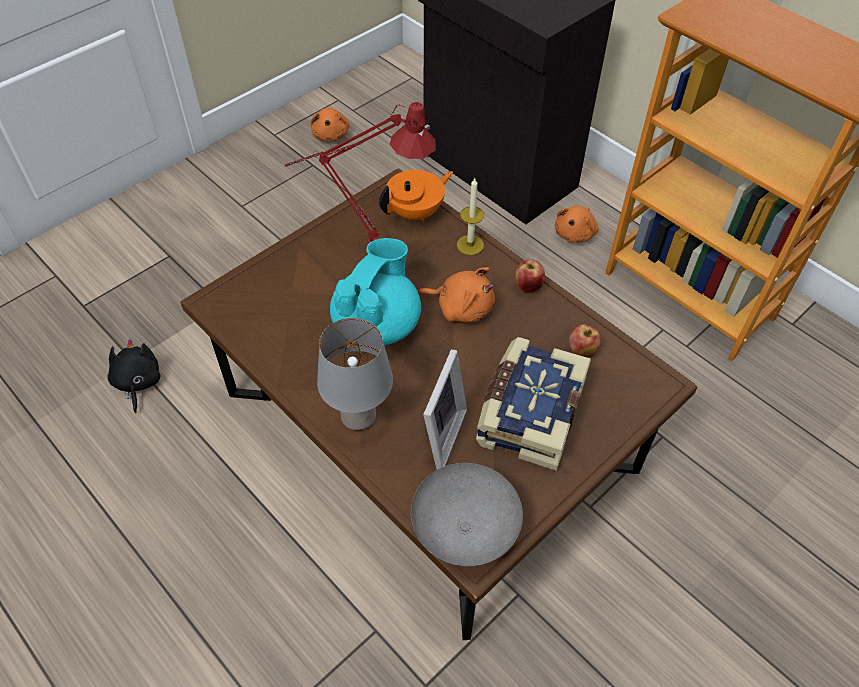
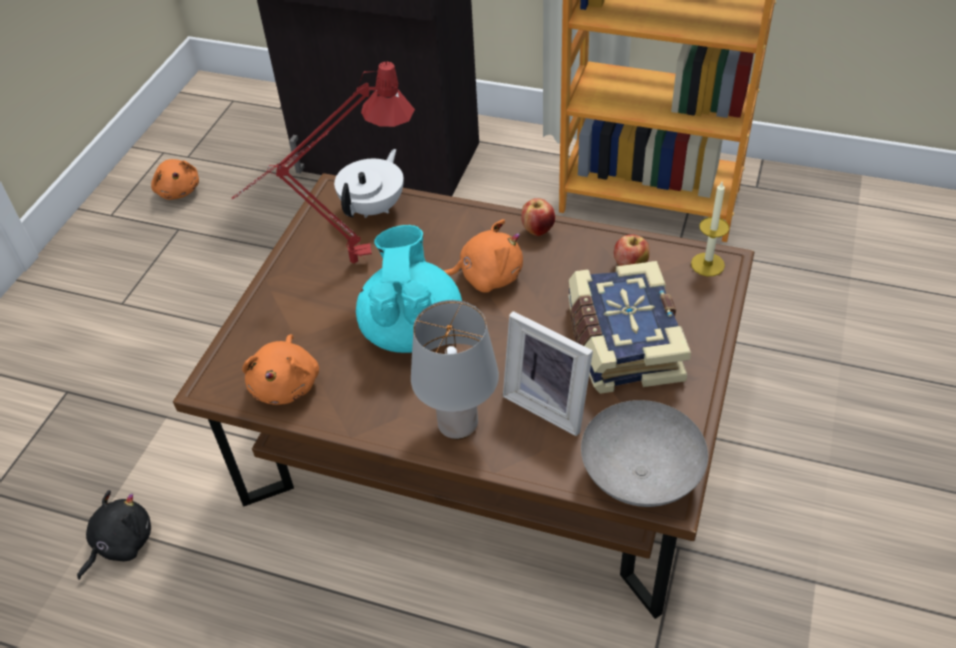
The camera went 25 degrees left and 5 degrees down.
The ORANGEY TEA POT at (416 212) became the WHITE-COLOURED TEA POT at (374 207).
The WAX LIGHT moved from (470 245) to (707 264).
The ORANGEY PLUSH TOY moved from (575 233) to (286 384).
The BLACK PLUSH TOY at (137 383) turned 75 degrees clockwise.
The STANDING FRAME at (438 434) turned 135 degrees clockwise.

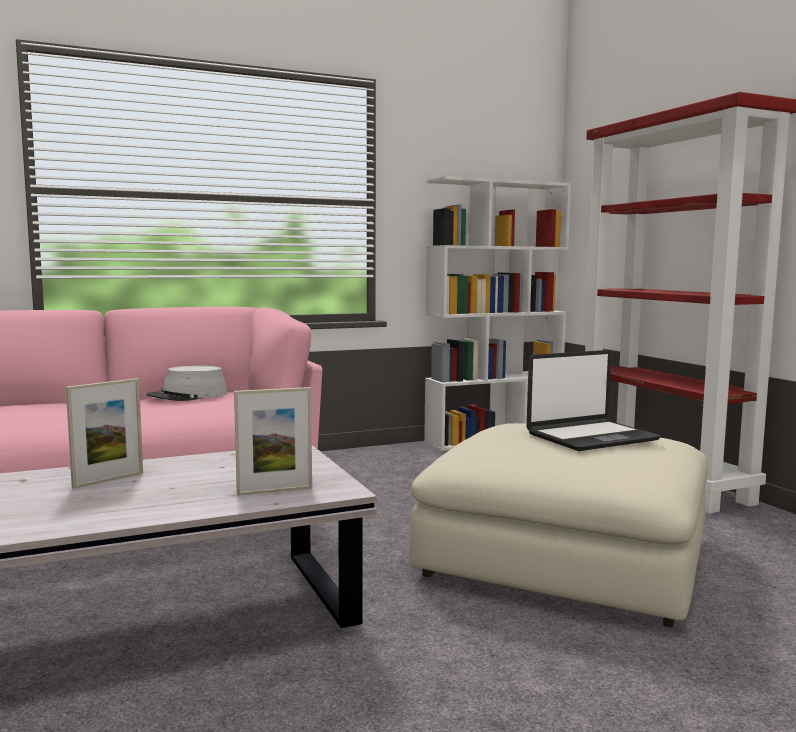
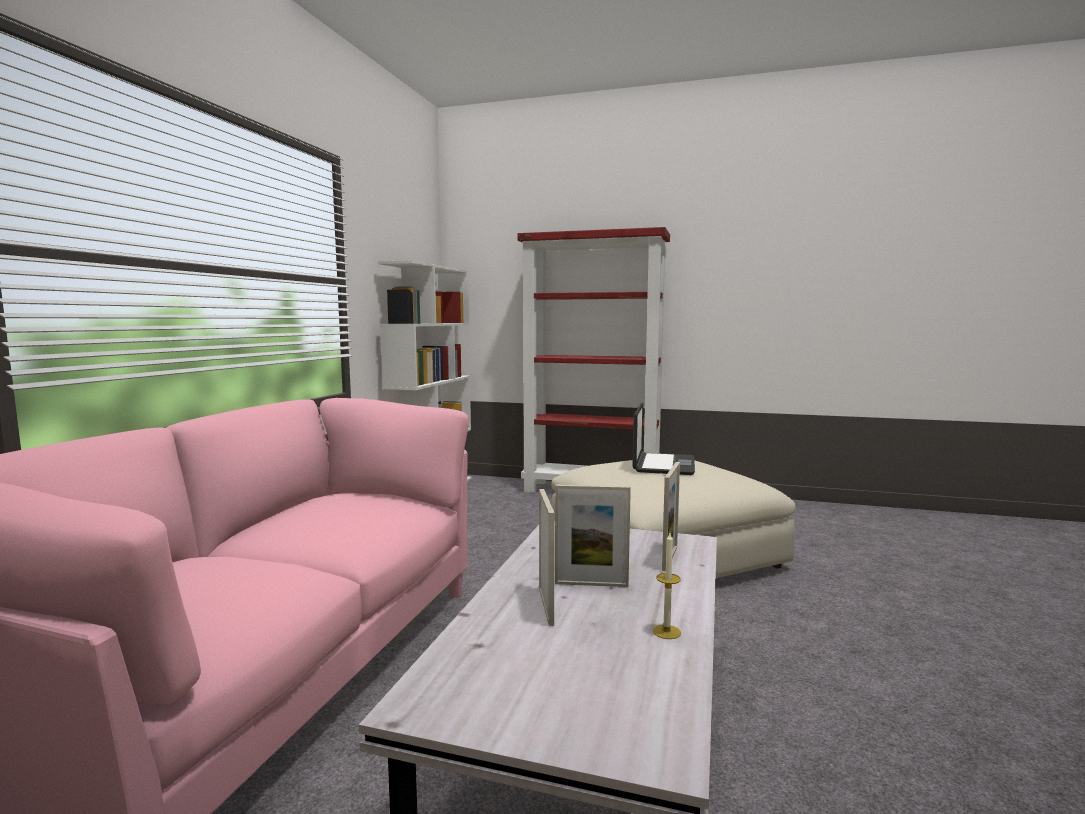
The camera went 50 degrees left and 0 degrees up.
The GRAY CLOTHING HAT at (188 395) disappeared.
The STANDING FRAME at (591 584) appeared.
The WAX LIGHT at (666 632) appeared.

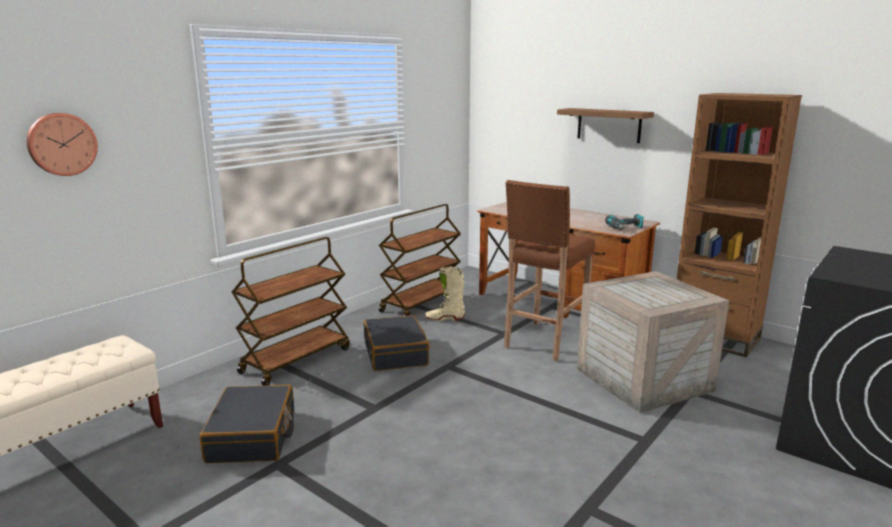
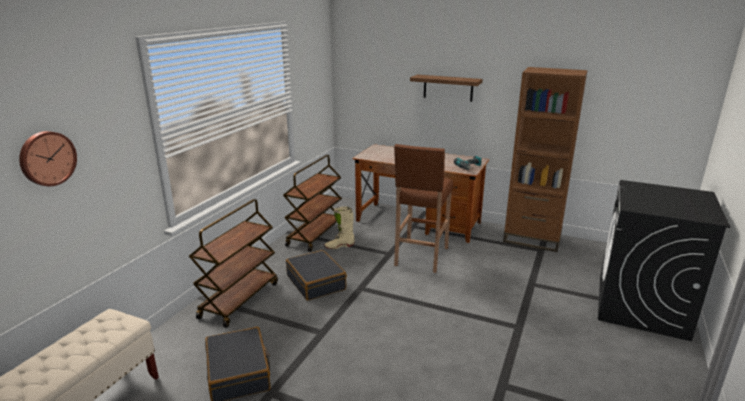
The camera went 15 degrees left and 5 degrees up.
The PACKING CRATE at (643 378) disappeared.

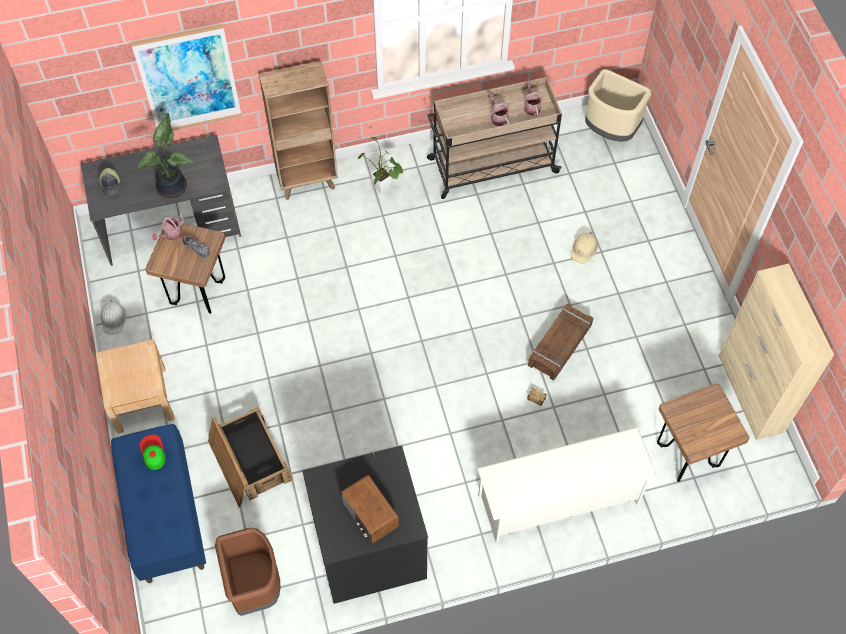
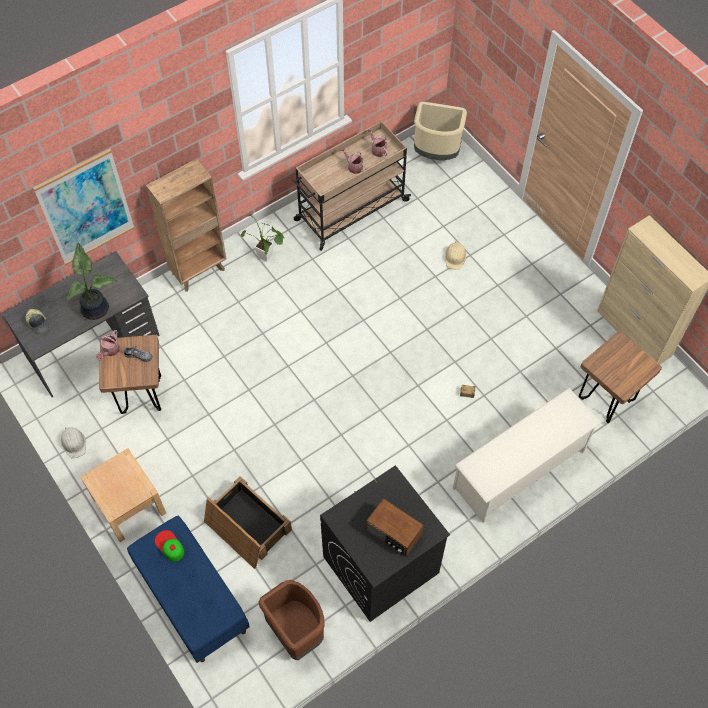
The camera went 20 degrees left and 0 degrees up.
The PACKING CRATE at (559 345) disappeared.

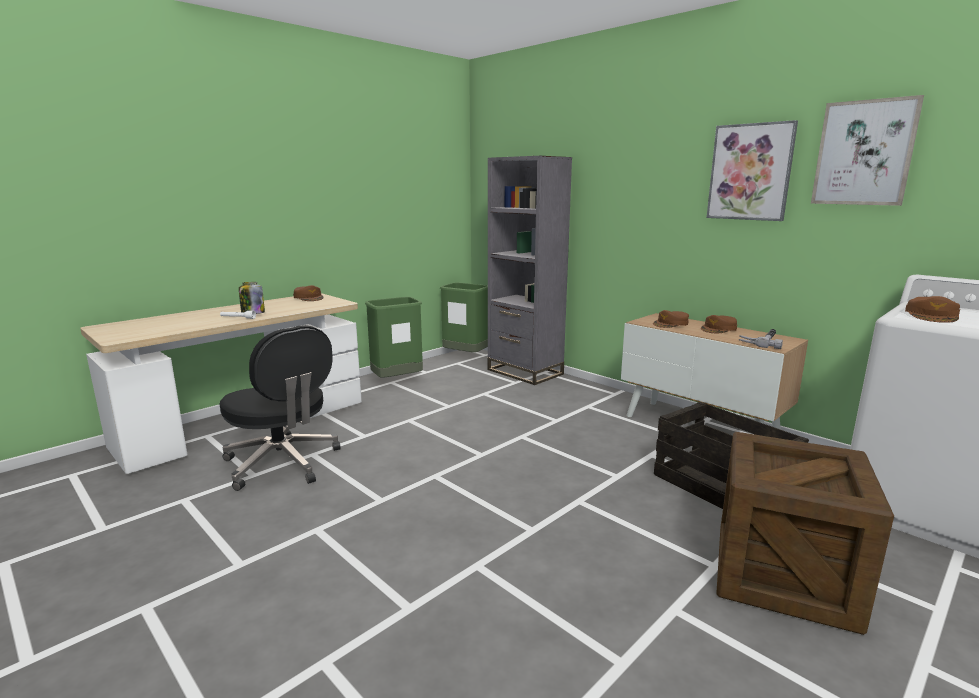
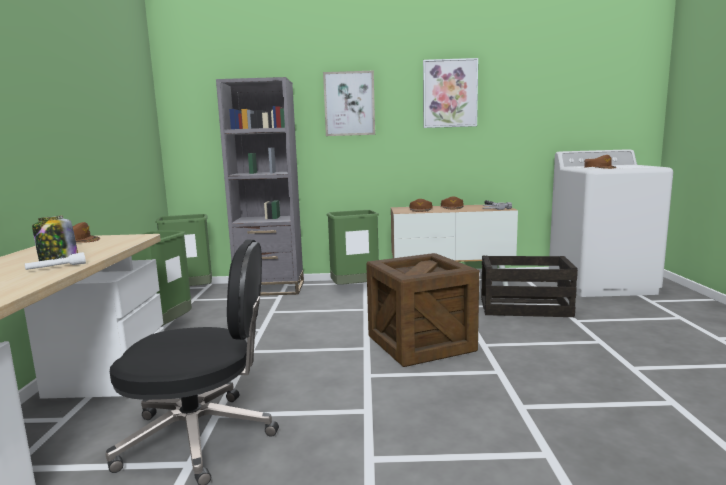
The camera went 45 degrees left and 5 degrees down.
The WALL PICTURE moved from (864 153) to (349 104).
The PACKING CRATE moved from (783 575) to (420 344).
The GREEN RUBBISH BIN at (354 290) appeared.

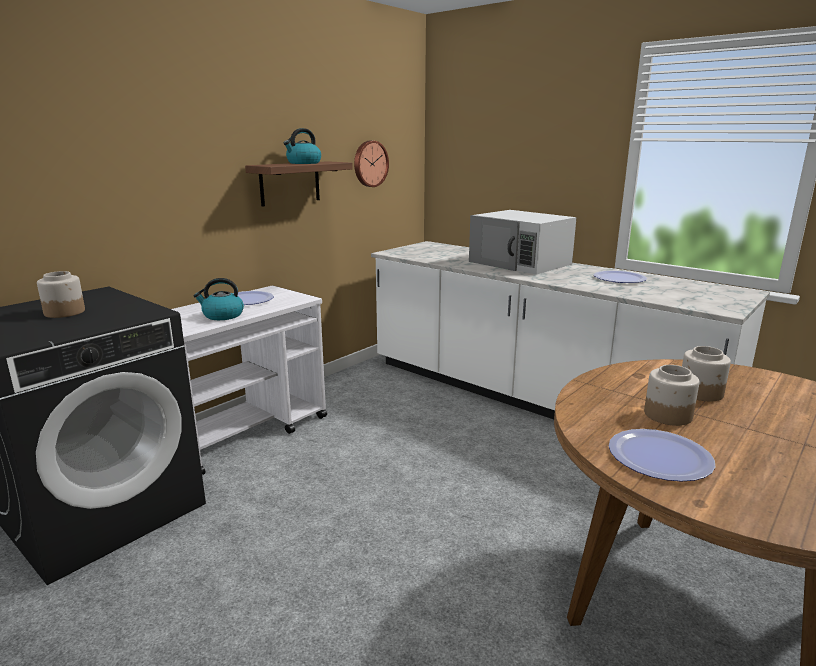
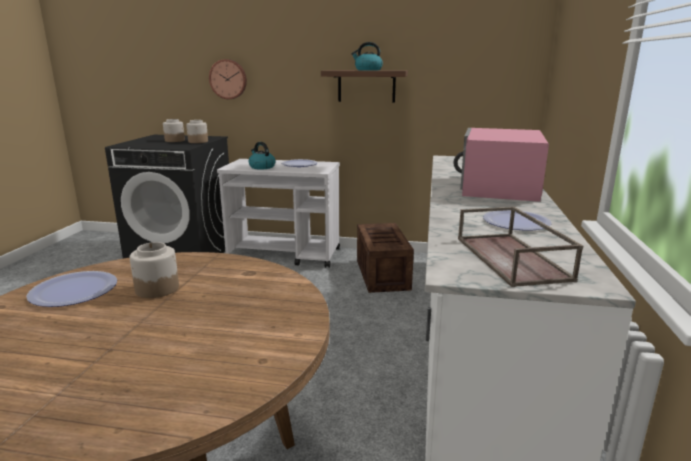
The camera went 60 degrees right and 0 degrees up.
The WALL CLOCK moved from (370 164) to (228 79).
The WHITE-COLOURED MICROWAVE OVEN at (520 263) became the PINK-COLOURED MICROWAVE OVEN at (498 187).
The JAR moved from (701 393) to (198 141).
The BROWN-COLOURED TRAY at (513 258) appeared.
The PACKING CRATE at (382 274) appeared.

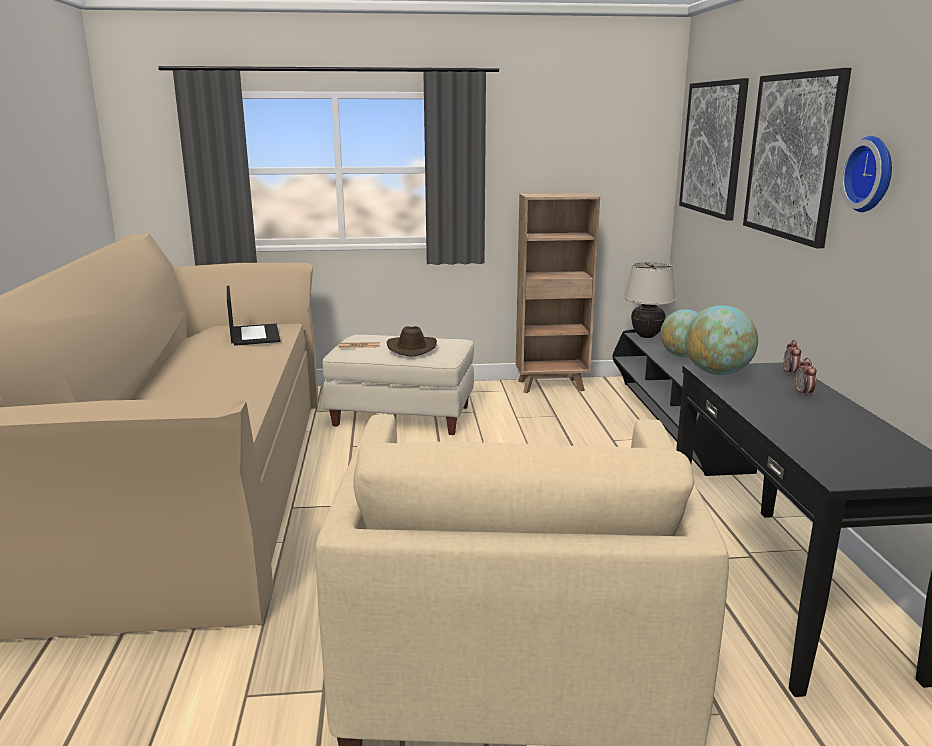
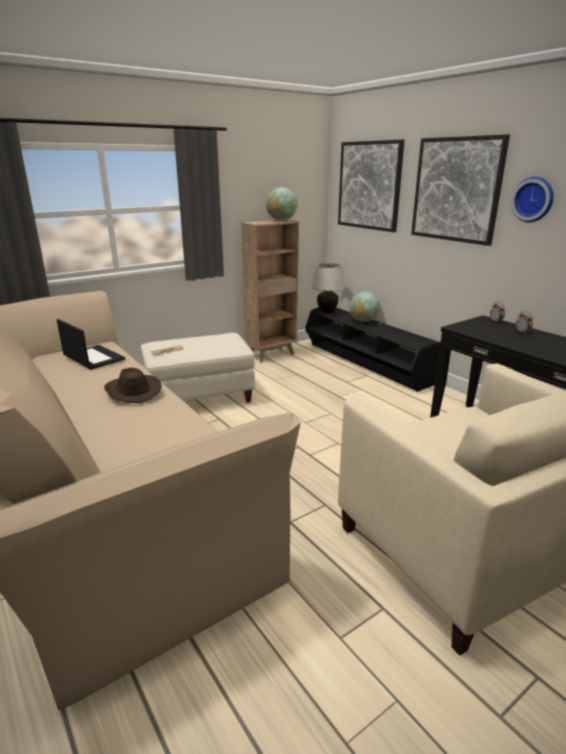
The camera went 30 degrees left and 5 degrees up.
The GLOBE moved from (717 373) to (281 220).
The BROWN-COLOURED CLOTHING HAT moved from (411 348) to (132 391).

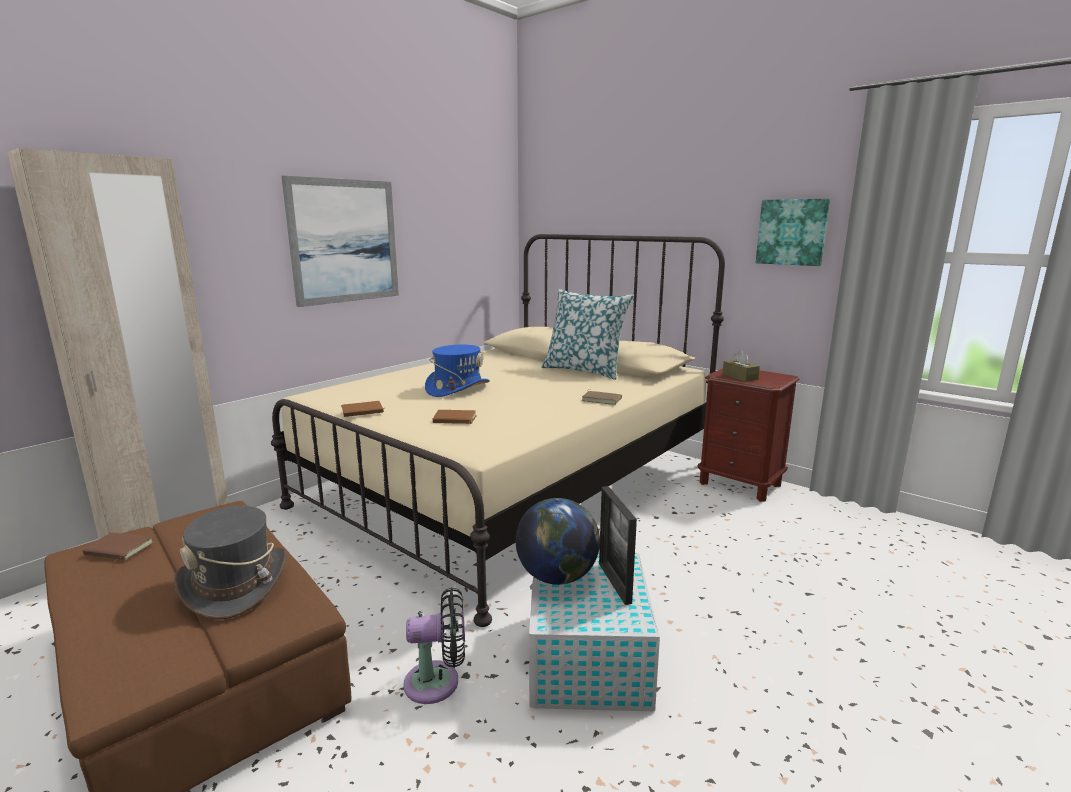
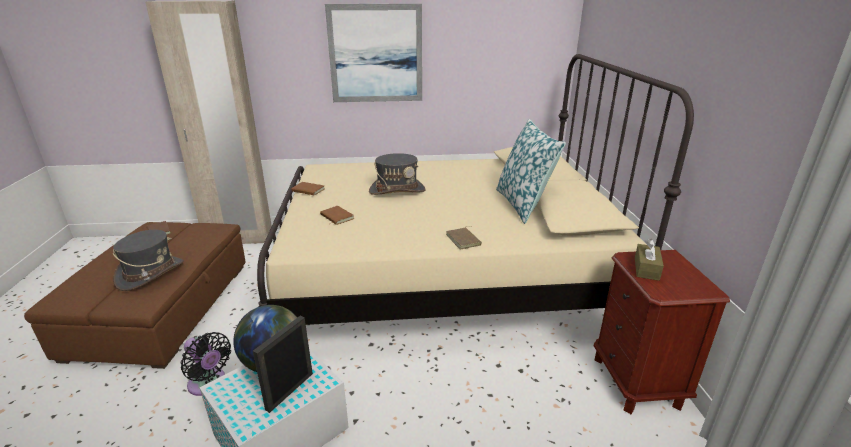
The camera went 45 degrees right and 10 degrees up.
The WALL PICTURE at (792 232) disappeared.
The BLUE CLOTHING HAT at (457 388) became the GRAY CLOTHING HAT at (397 190).

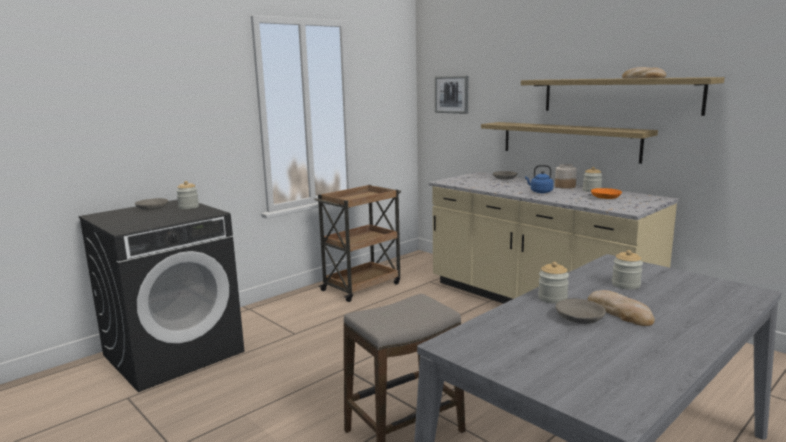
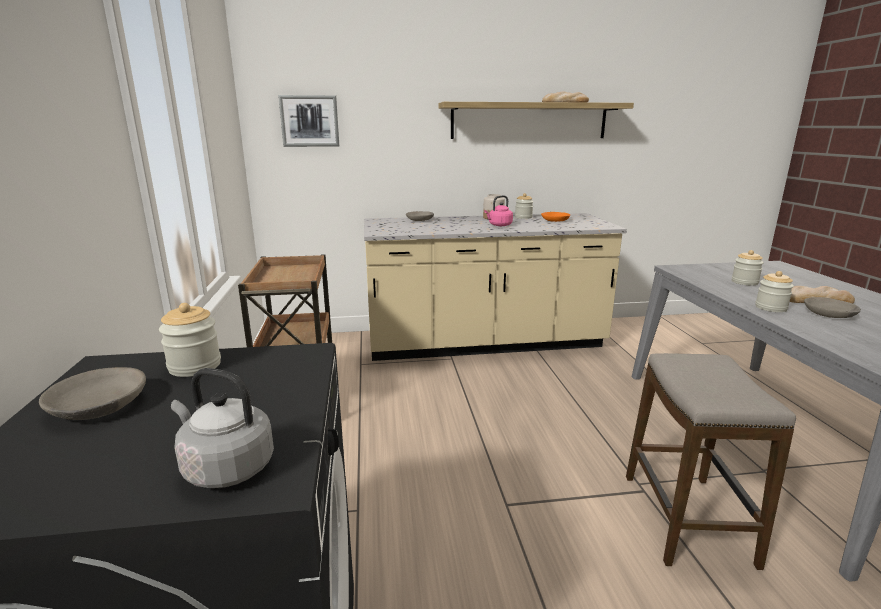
The camera went 55 degrees left and 5 degrees up.
The WALL SHELF at (568 141) disappeared.
The BLUE KETTLE at (540 192) became the PINK-COLOURED KETTLE at (499 225).
The GRAY KETTLE at (225 467) appeared.

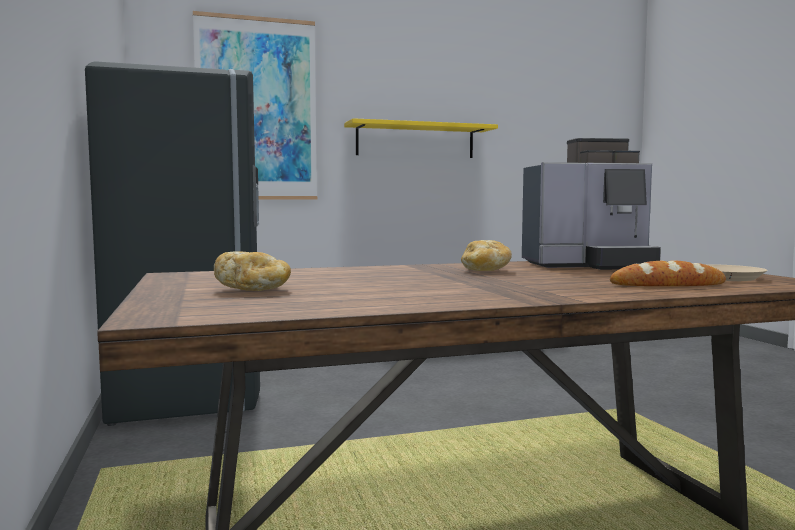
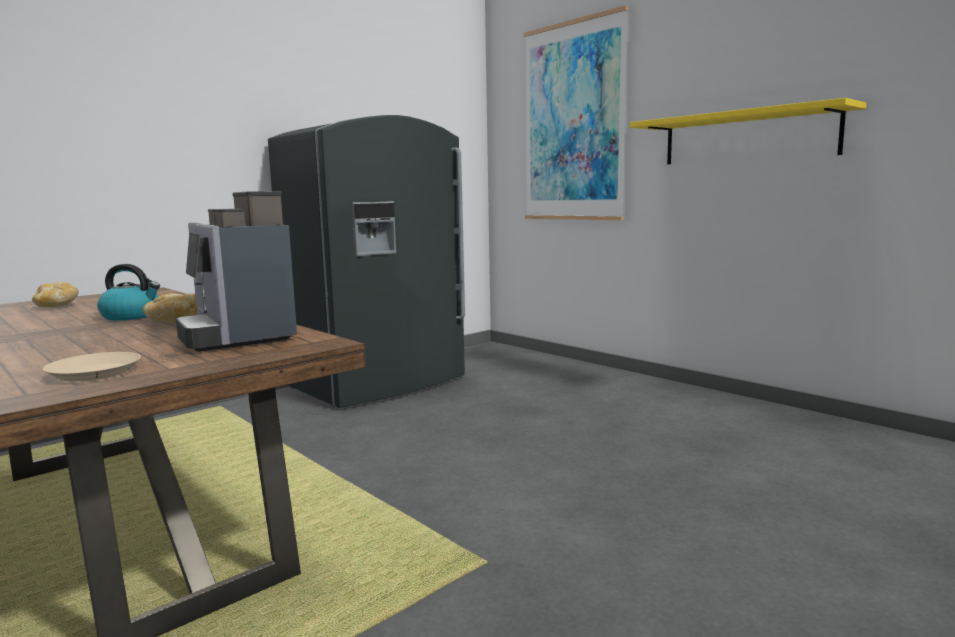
The camera went 65 degrees right and 5 degrees up.
The BAKERY BREAD at (667 284) disappeared.
The KETTLE at (132 316) appeared.

